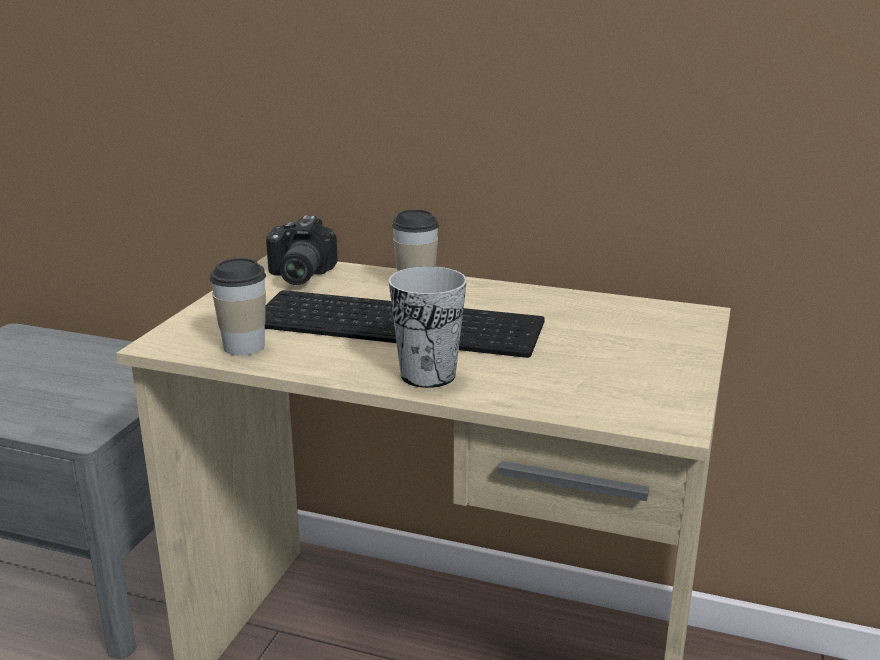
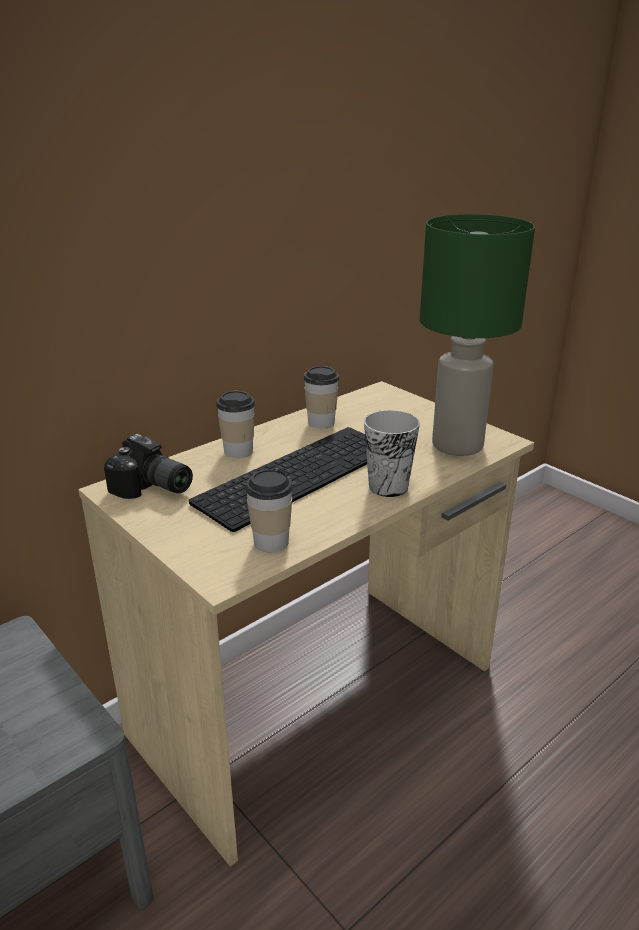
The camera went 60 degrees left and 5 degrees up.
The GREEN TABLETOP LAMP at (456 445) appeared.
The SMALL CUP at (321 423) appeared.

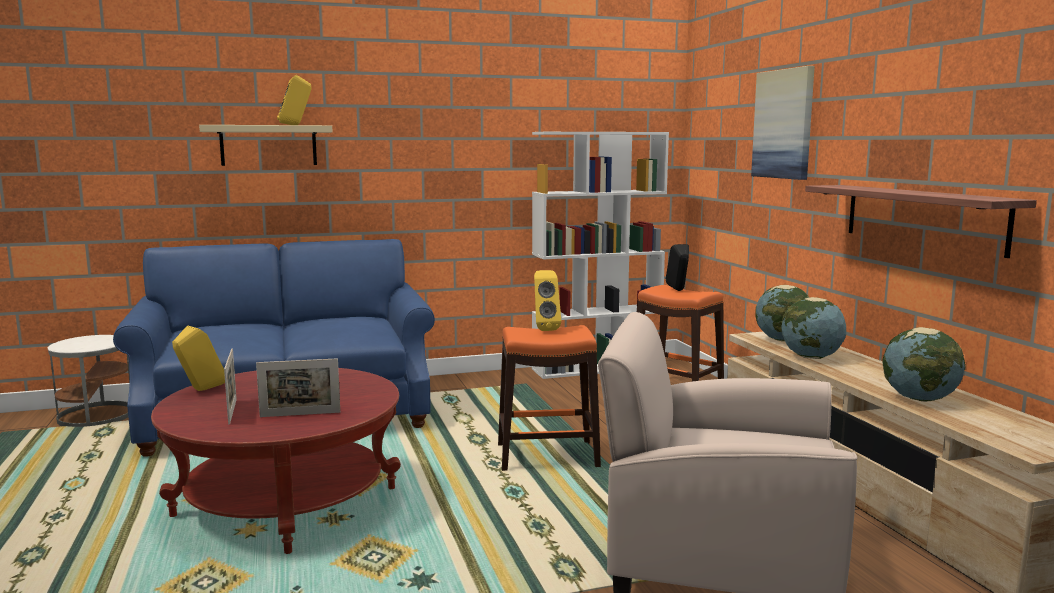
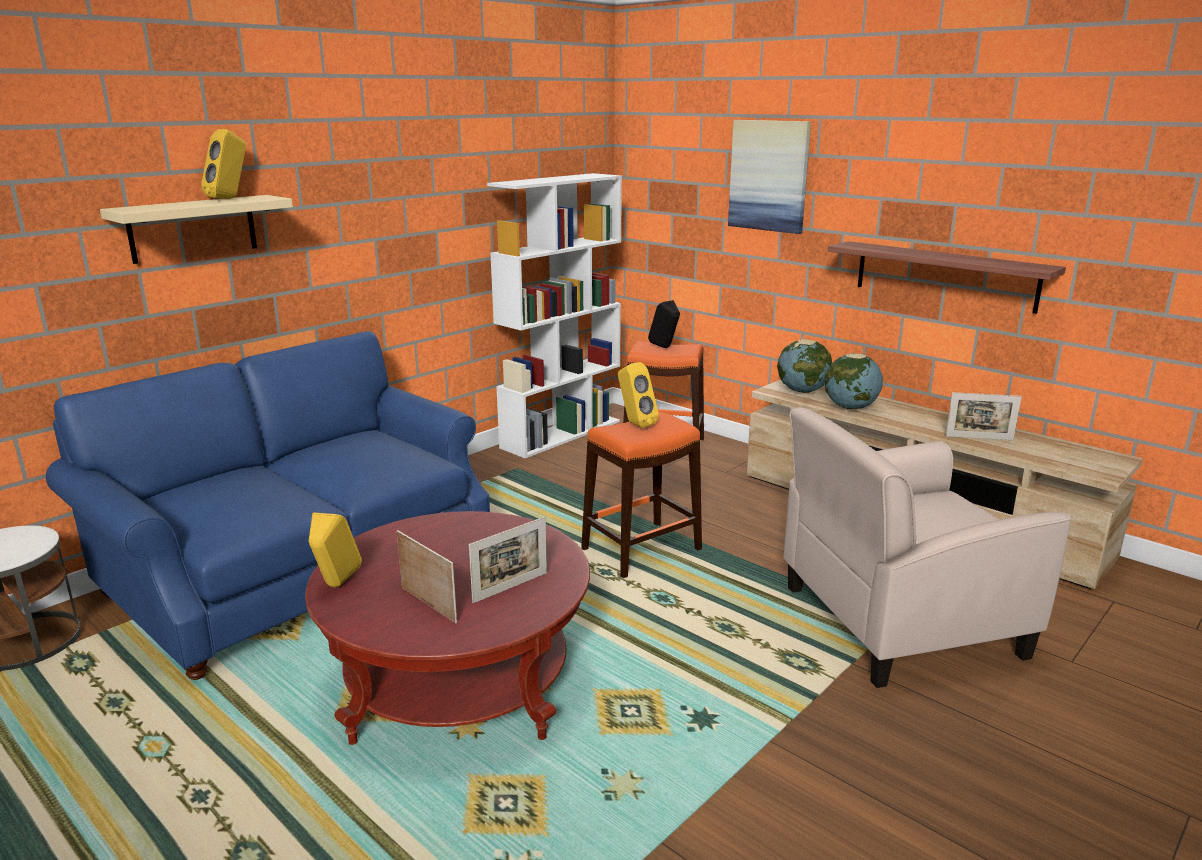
The camera went 30 degrees left and 10 degrees up.
The GLOBE at (920 399) was replaced by the STANDING FRAME at (979 438).

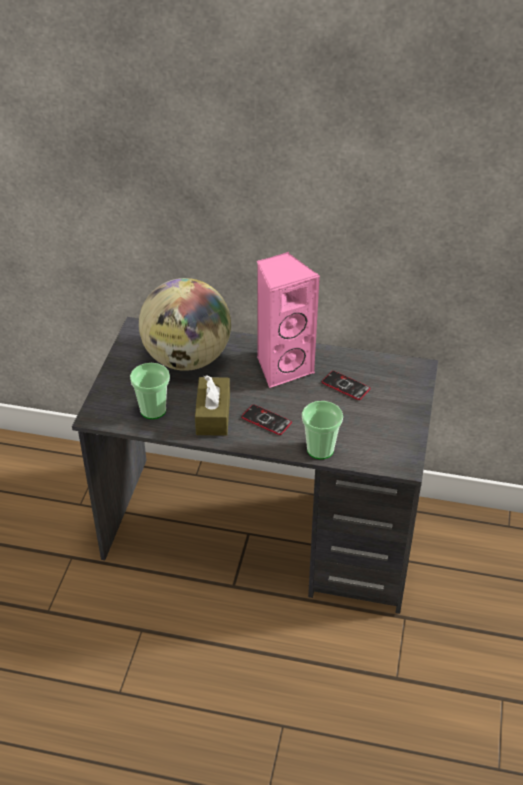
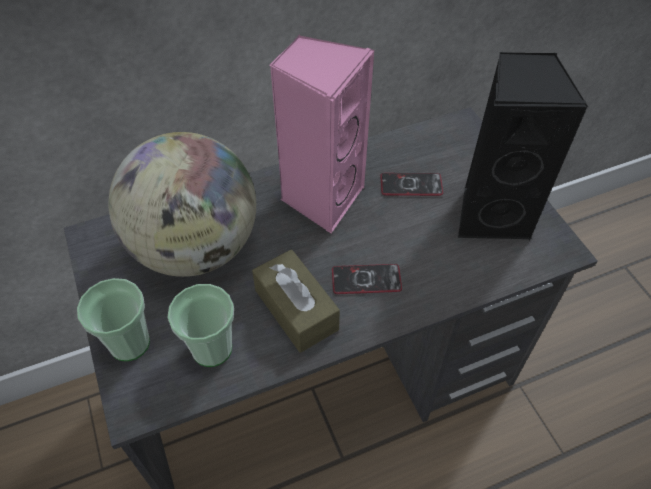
The camera went 35 degrees left and 10 degrees up.
The SMALL CUP moved from (320 449) to (129 343).
The BLACK AUDIO SPEAKER at (491 214) appeared.

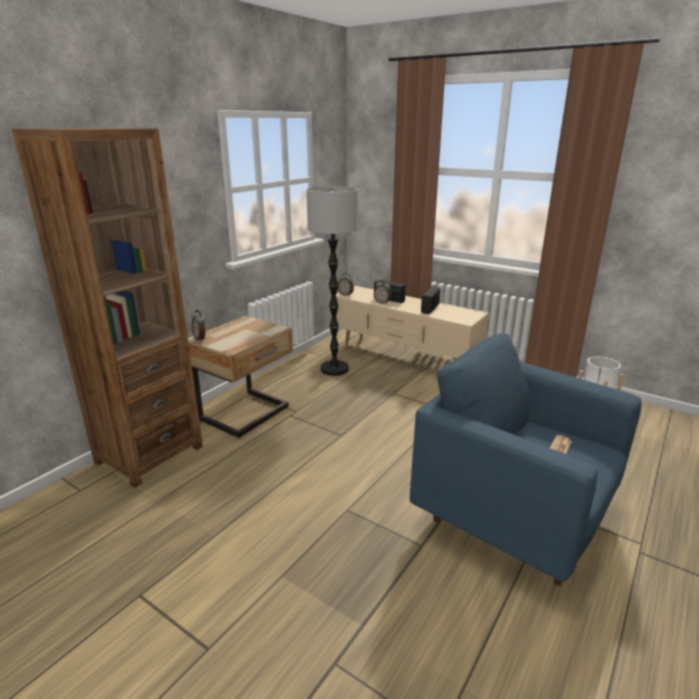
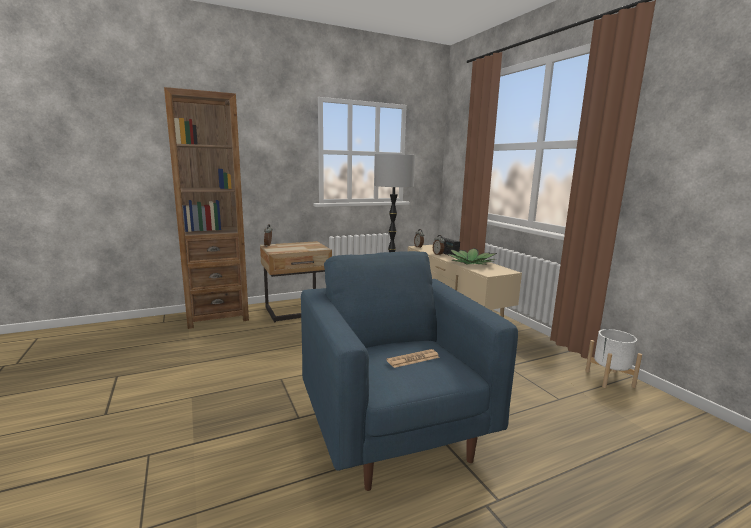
The camera went 30 degrees right and 10 degrees down.
The RADIO RECEIVER at (430 308) was replaced by the HOUSEPLANT at (471 263).

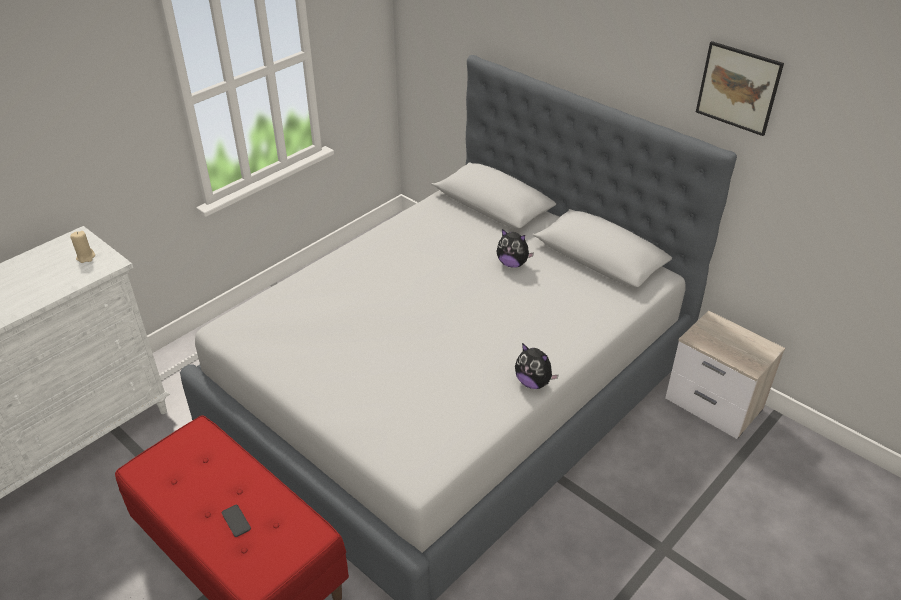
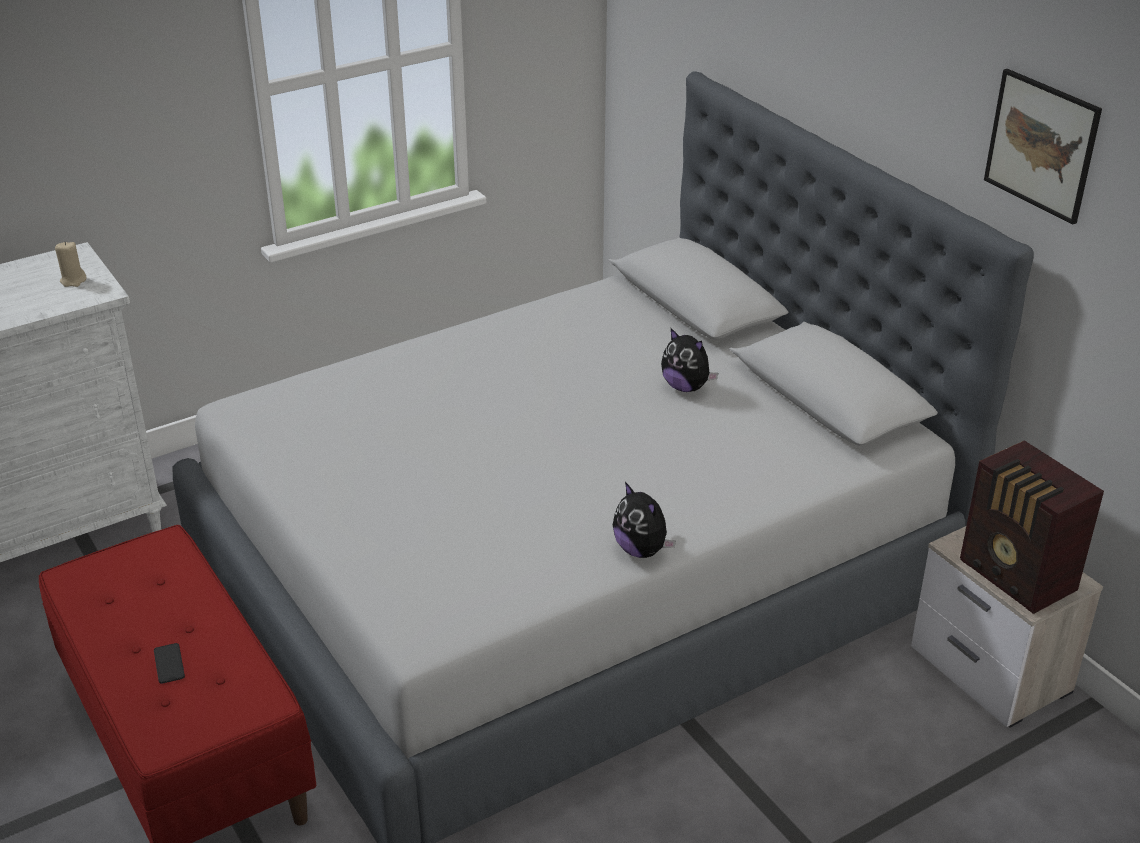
The camera went 15 degrees right and 5 degrees down.
The RADIO RECEIVER at (1017 578) appeared.

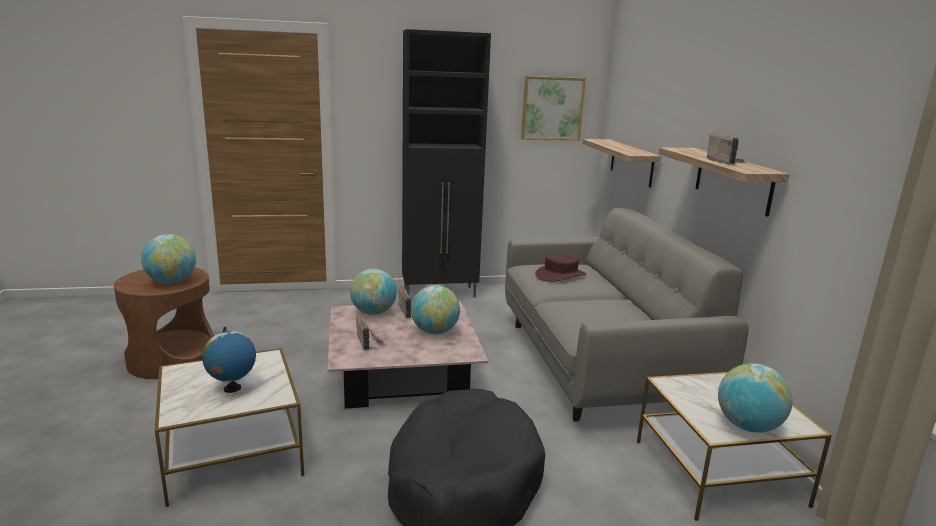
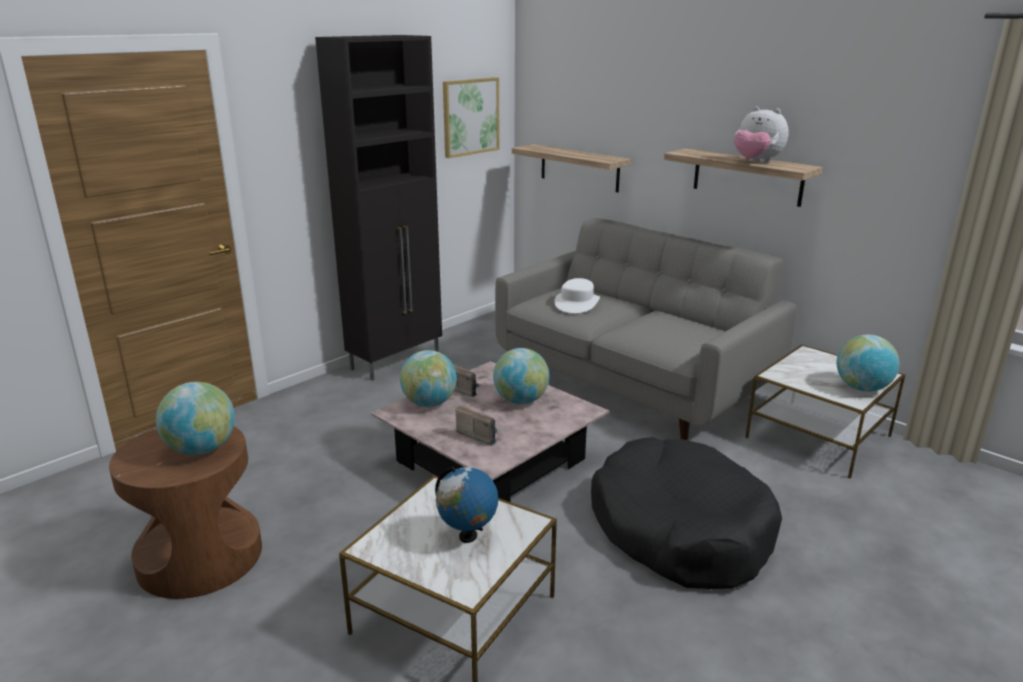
The camera went 35 degrees left and 5 degrees up.
The RADIO RECEIVER at (725 162) was replaced by the PLUSH TOY at (756 162).
The BROWN-COLOURED CLOTHING HAT at (560 275) became the WHITE-COLOURED CLOTHING HAT at (577 303).

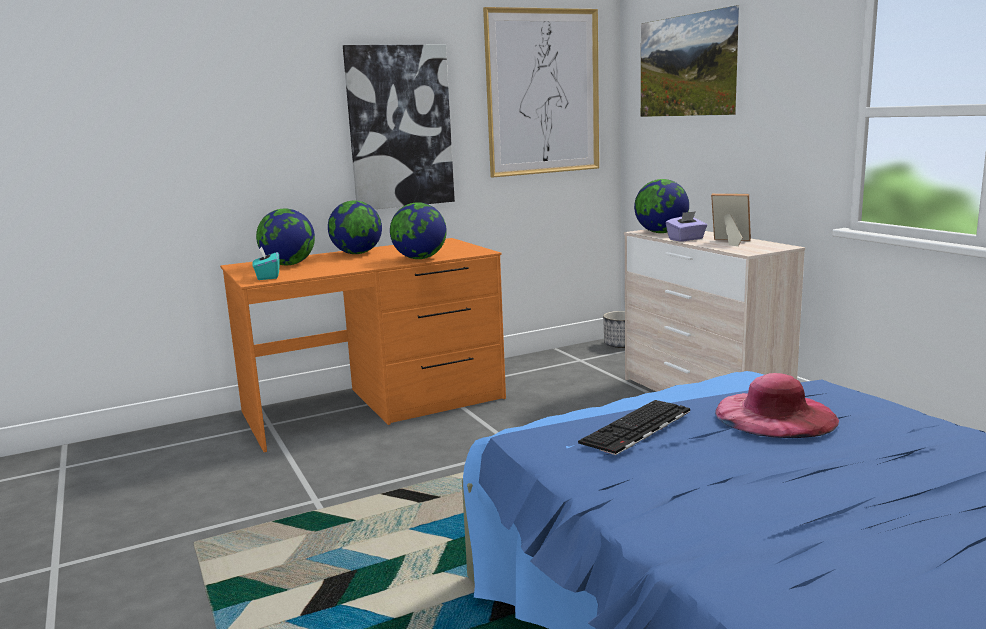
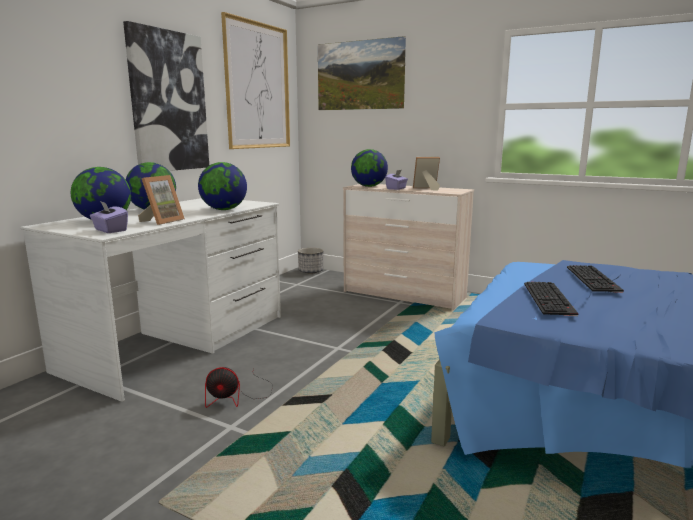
The camera went 35 degrees left and 0 degrees up.
The ORANGEY DESK at (375 405) became the WHITE-COLOURED DESK at (180 341).
The BLUE-GREEN BOX OF TISSUES at (267 277) became the PURPLE-COLOURED BOX OF TISSUES at (110 230).
The PINK-COLOURED CLOTHING HAT at (775 415) was replaced by the PC KEYBOARD at (594 279).
The STANDING FRAME at (162 221) appeared.
The COOLING FAN at (237 396) appeared.

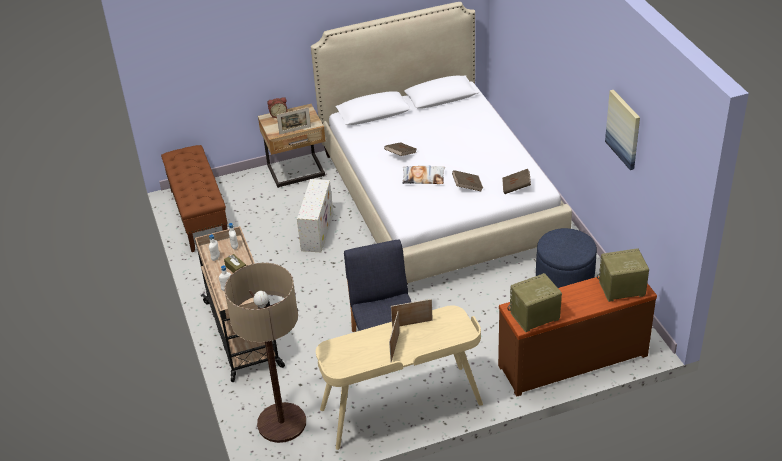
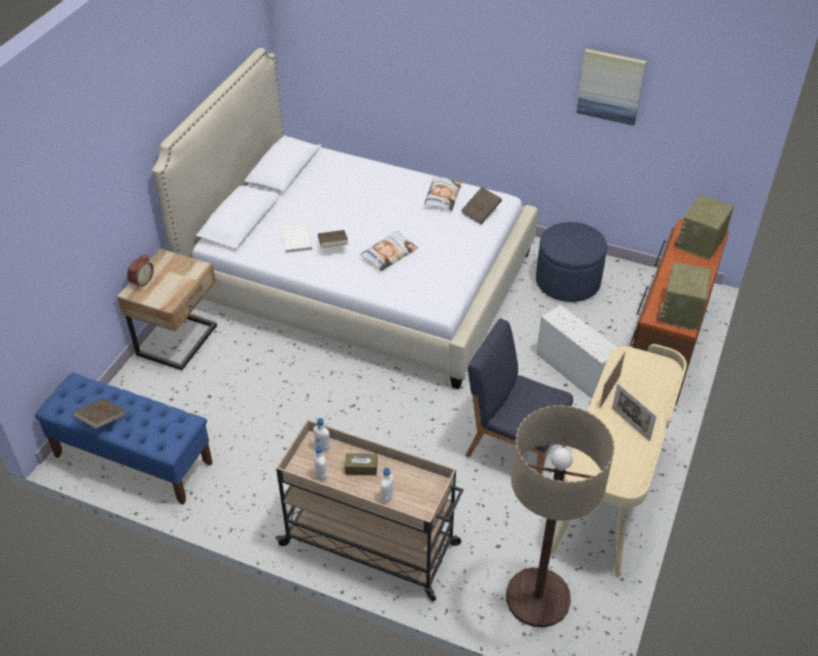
The camera went 50 degrees left and 5 degrees up.
The STANDING FRAME at (295 130) disappeared.
The BROWN-COLOURED BENCH at (199 215) became the BLUE BENCH at (133 459).
The BROWN-COLOURED BOUND BOOK moved from (467 186) to (101 419).
The WHITE-COLOURED STORAGE BOX moved from (317 230) to (573 370).
The THROW PILLOW at (442 196) appeared.
The WHITE-COLOURED BOUND BOOK at (295 240) appeared.

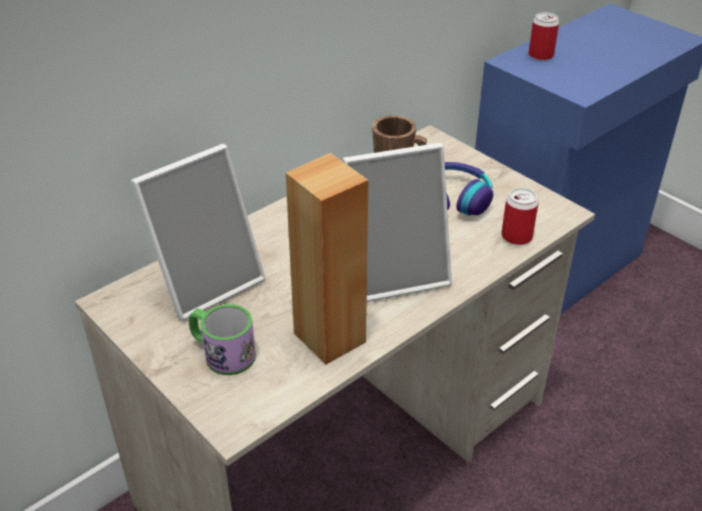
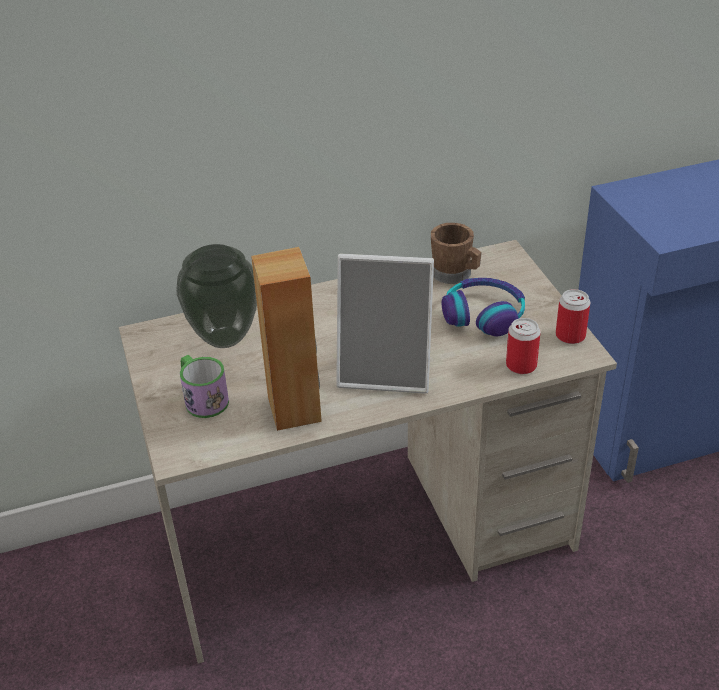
The camera went 25 degrees right and 0 degrees up.
The CAN moved from (540 55) to (570 336).
The STANDING FRAME at (206 282) was replaced by the FLOWER VASE at (225 337).

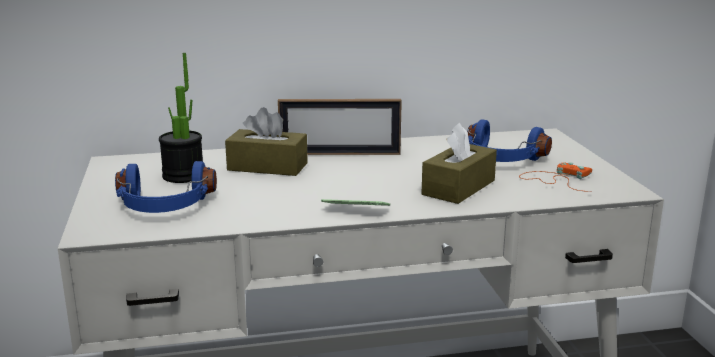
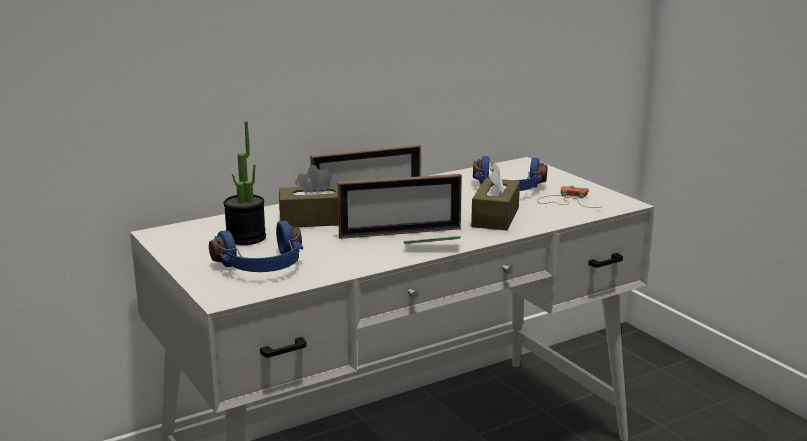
The camera went 20 degrees left and 0 degrees up.
The STANDING FRAME at (400 233) appeared.

